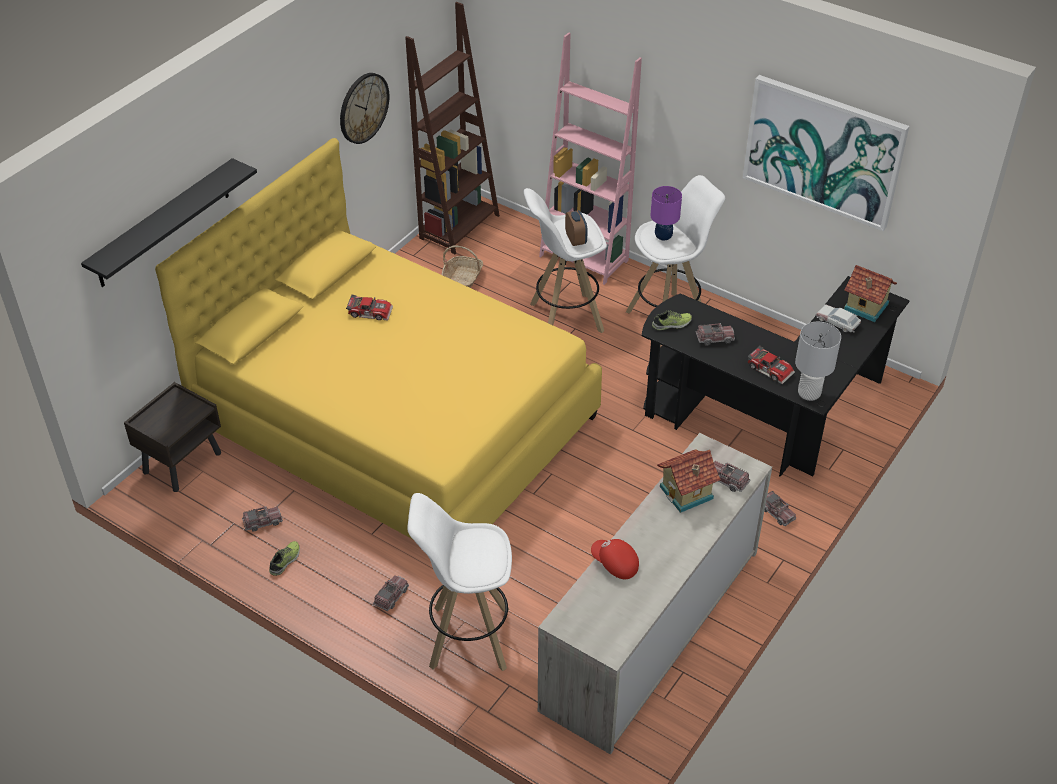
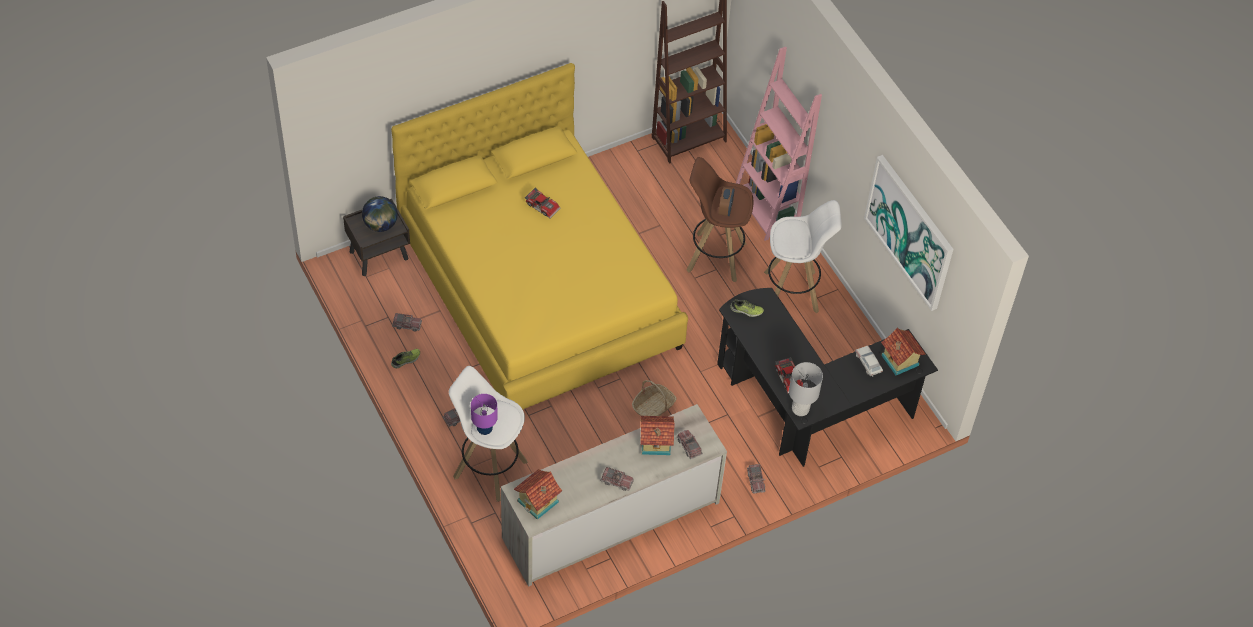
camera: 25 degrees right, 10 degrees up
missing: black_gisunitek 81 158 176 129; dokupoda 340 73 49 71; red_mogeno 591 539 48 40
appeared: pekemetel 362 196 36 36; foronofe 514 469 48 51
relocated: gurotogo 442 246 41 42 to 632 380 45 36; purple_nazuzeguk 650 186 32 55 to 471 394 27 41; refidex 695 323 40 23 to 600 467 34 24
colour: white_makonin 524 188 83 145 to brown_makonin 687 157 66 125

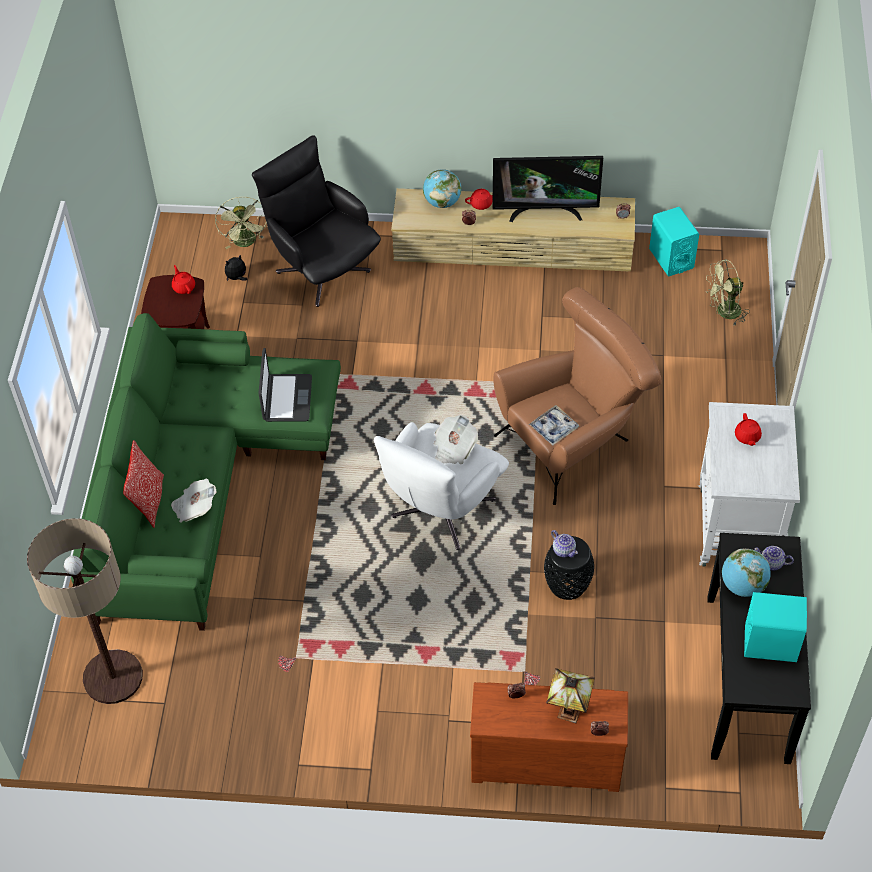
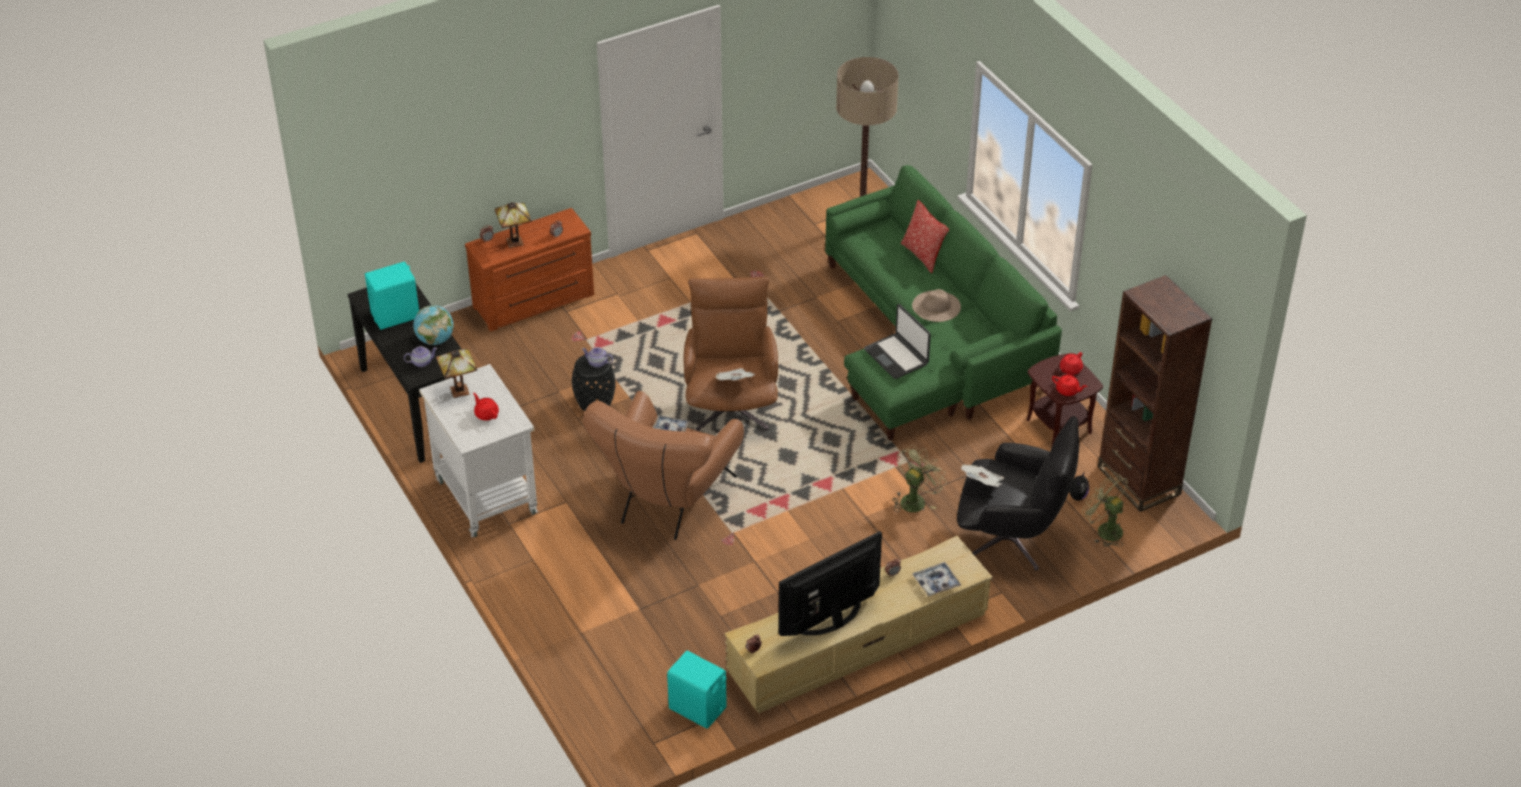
camera: 145 degrees right, 10 degrees down
appeared: nazuzeguk 436 349 41 49; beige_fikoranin 912 289 49 33; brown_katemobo 1098 275 114 237
relocated: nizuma 171 479 45 44 to 961 465 43 22; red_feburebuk 465 189 28 21 to 1060 352 23 23; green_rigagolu 706 259 44 66 to 892 445 55 67
exchanged: pekemetel 423 169 39 39 to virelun 913 562 49 35
colour: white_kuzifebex 374 422 135 128 to brown_kuzifebex 684 277 94 154

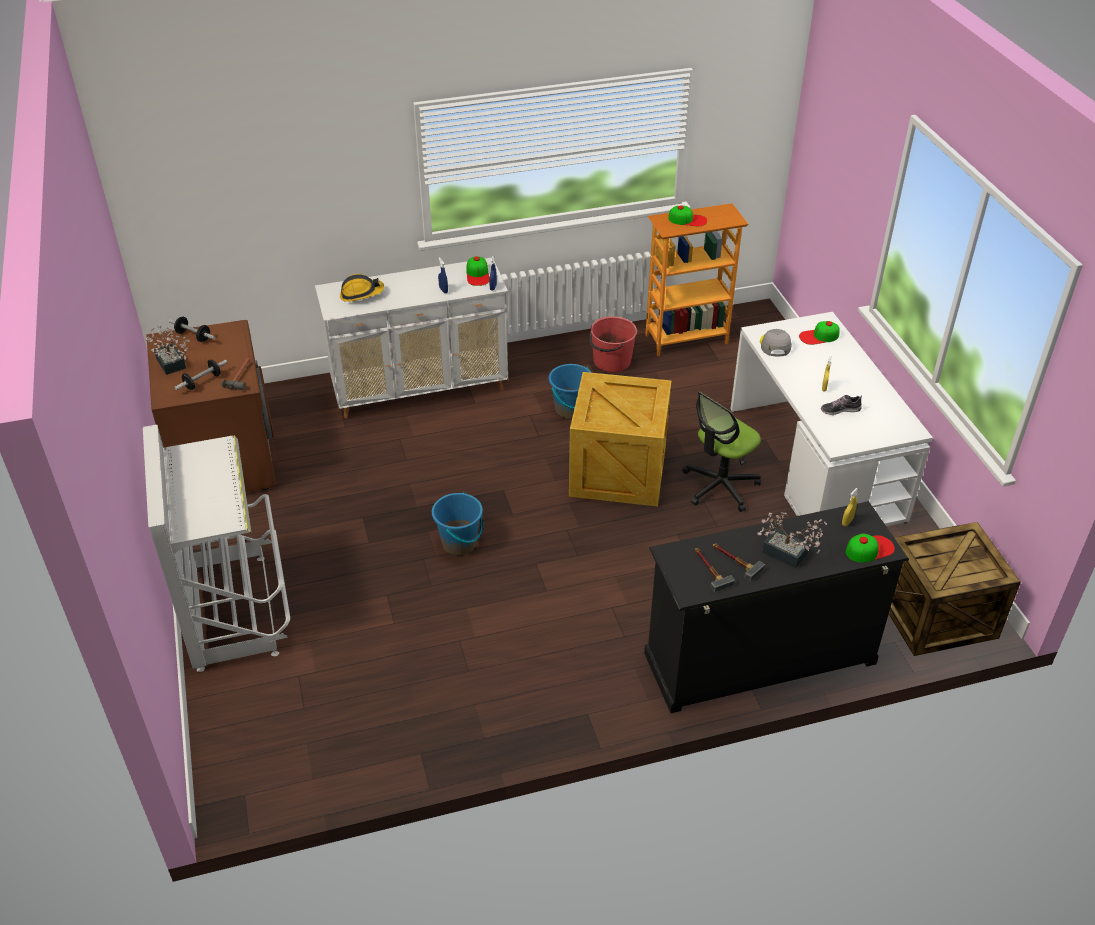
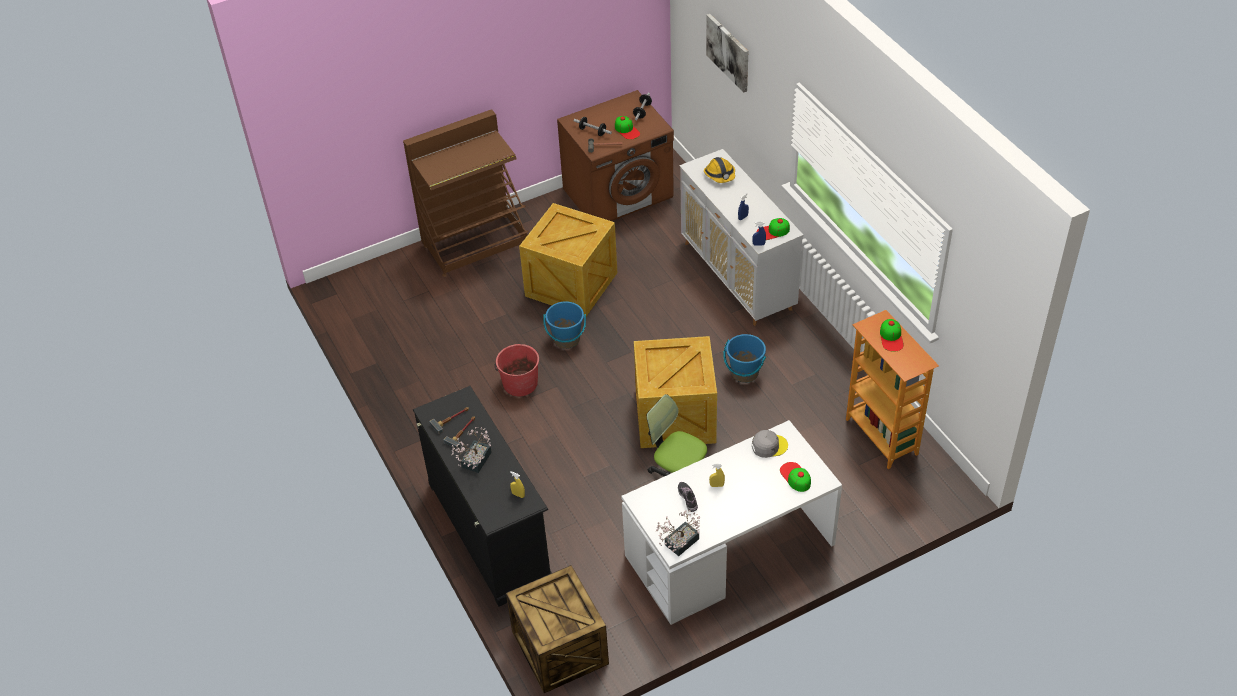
camera: 80 degrees right, 5 degrees up
appeared: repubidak 519 203 98 113; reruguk 706 14 42 79
relocated: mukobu 146 326 44 49 to 656 510 44 46; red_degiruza 589 316 48 56 to 494 344 45 52; mogeno 846 533 49 30 to 615 116 25 24
colour: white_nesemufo 143 425 147 247 to brown_nesemufo 403 110 125 167

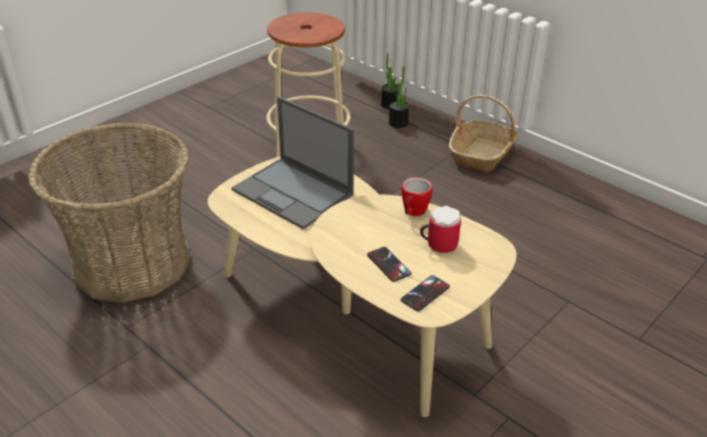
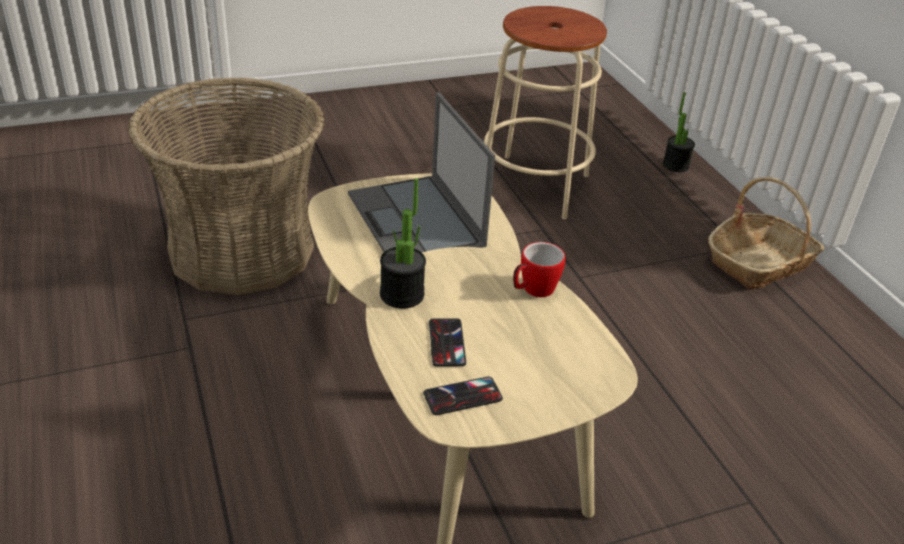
camera: 25 degrees right, 0 degrees up
missing: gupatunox 420 206 41 47
relocated: mukobu 388 66 21 62 to 380 178 46 131

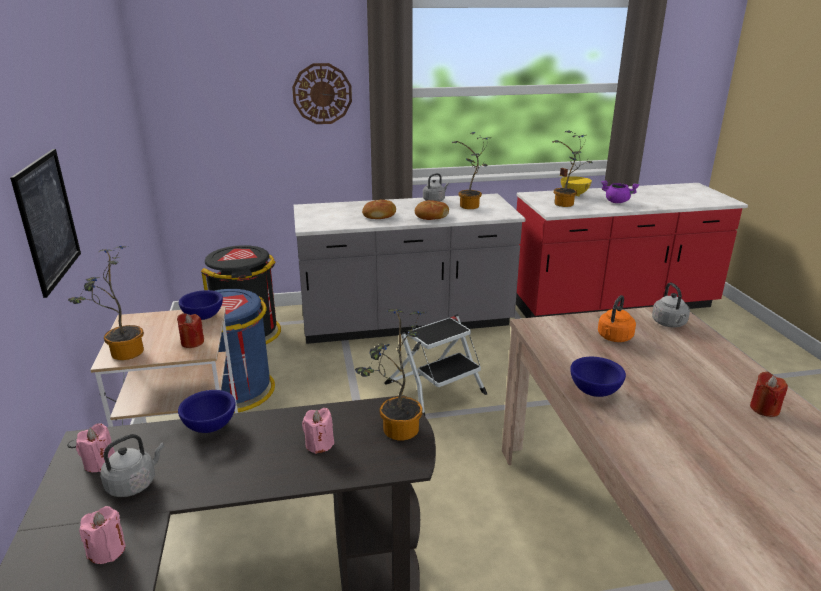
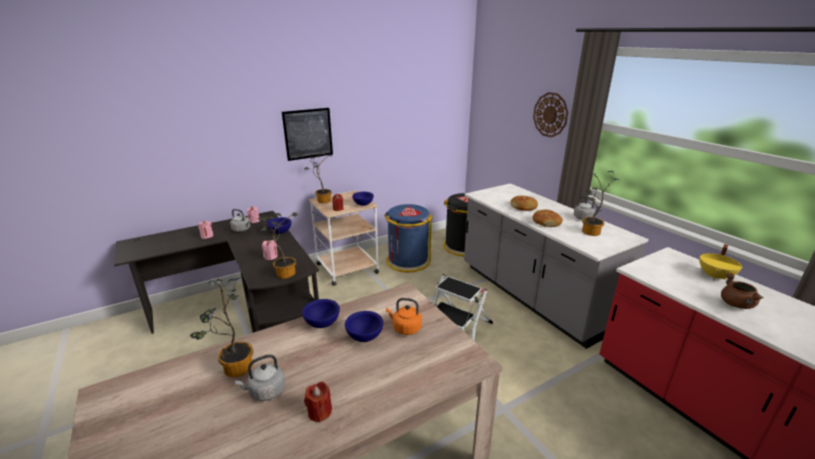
camera: 70 degrees right, 0 degrees up
appeared: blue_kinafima 345 311 38 31
relocated: mukobu 552 131 40 76 to 190 278 63 99; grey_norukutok 652 282 38 45 to 235 354 50 47
colour: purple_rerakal 601 180 38 23 to brown_rerakal 721 273 43 36

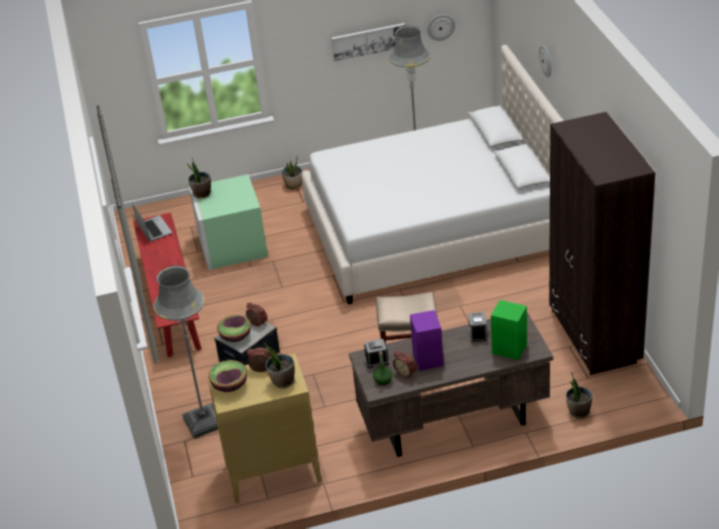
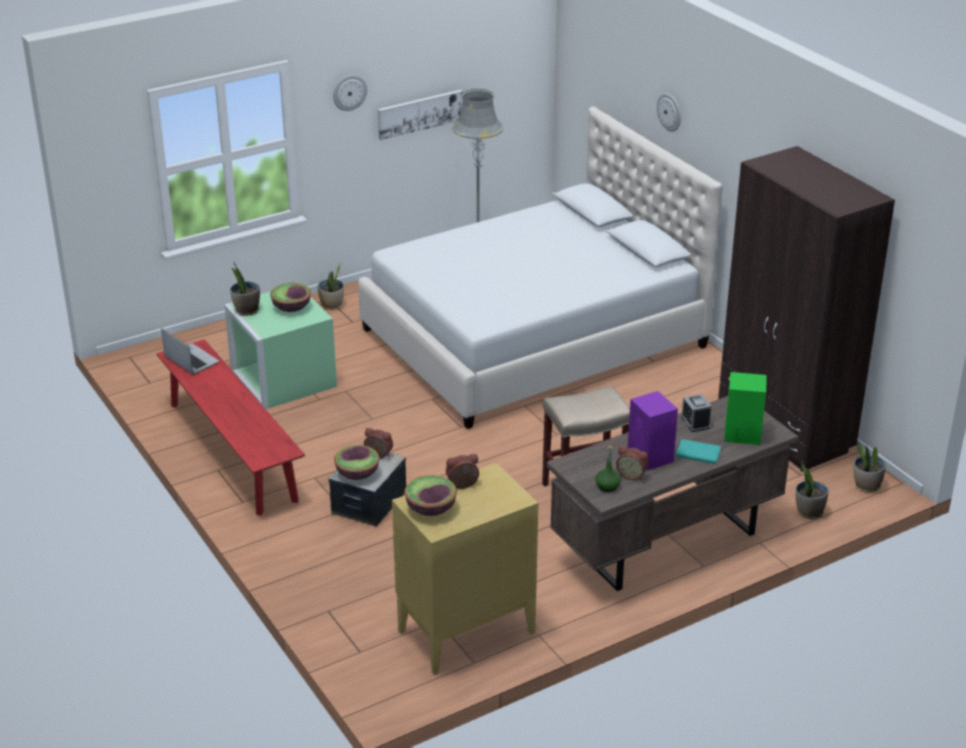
camera: 20 degrees left, 5 degrees down
missing: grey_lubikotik 153 266 65 173; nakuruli 364 339 26 29
appeared: kinafima 270 283 41 29; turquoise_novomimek 676 439 45 25
relocated: mukobu 264 343 31 45 to 853 441 33 52; dokupoda 427 14 28 27 to 333 75 34 36

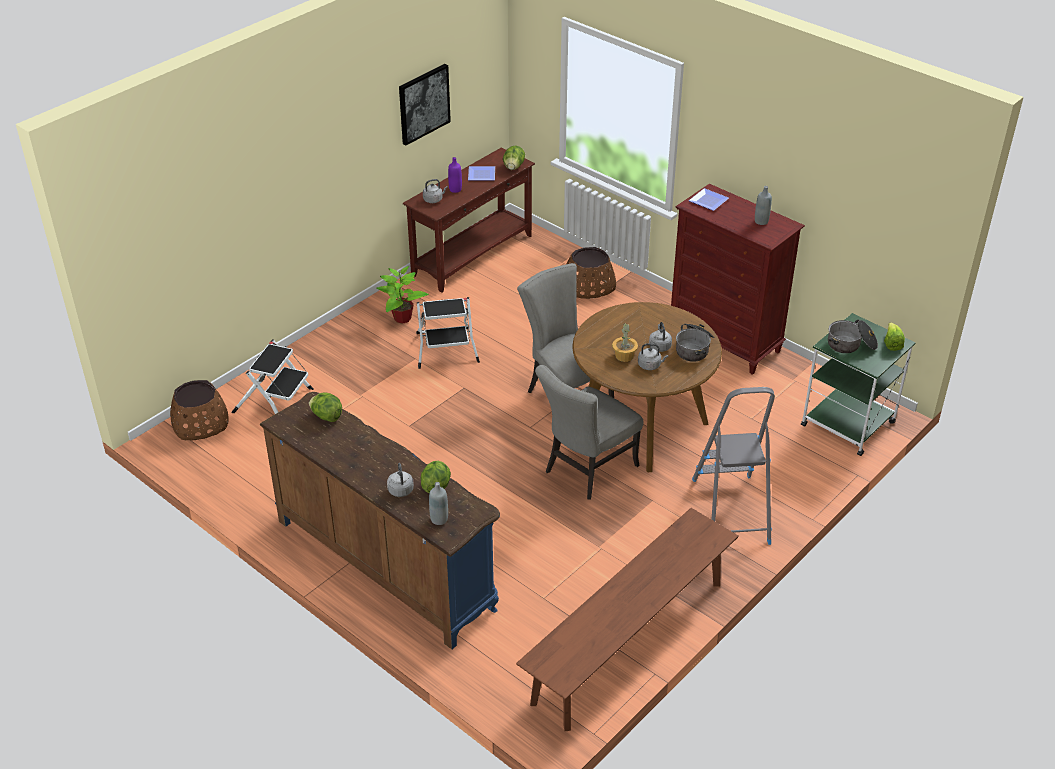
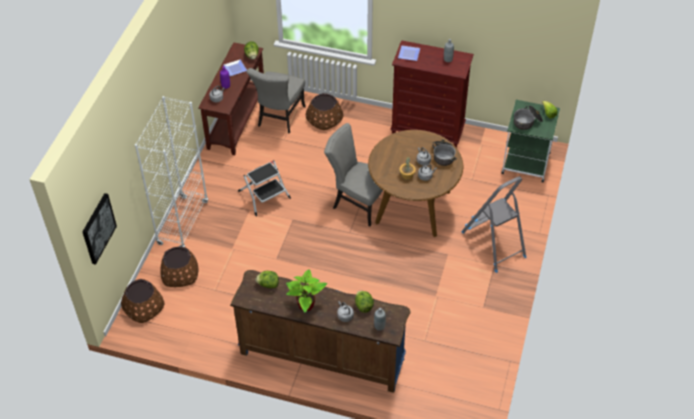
camera: 25 degrees left, 10 degrees up
missing: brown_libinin 516 508 223 223
appeared: white_katemobo 135 96 73 151
relocated: mukobu 376 266 53 58 to 286 269 41 44; reruguk 399 64 52 81 to 83 193 34 72; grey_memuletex 535 365 109 135 to 247 68 59 66
exchanged: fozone 231 339 83 75 to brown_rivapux 160 247 39 40

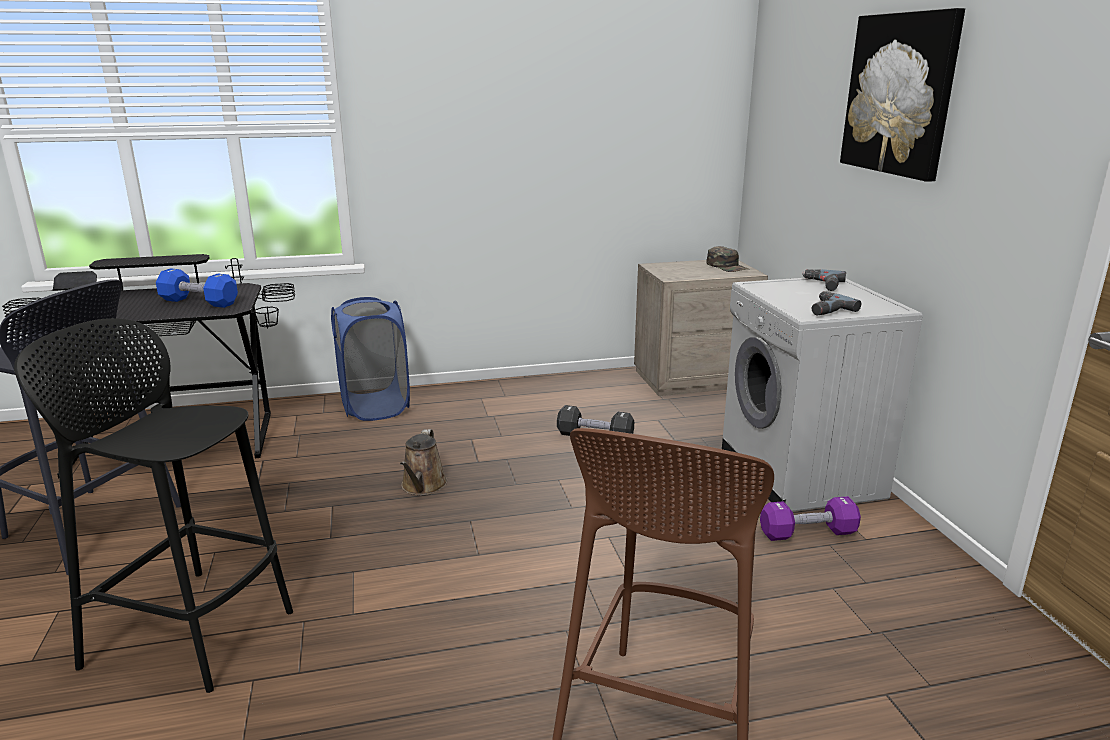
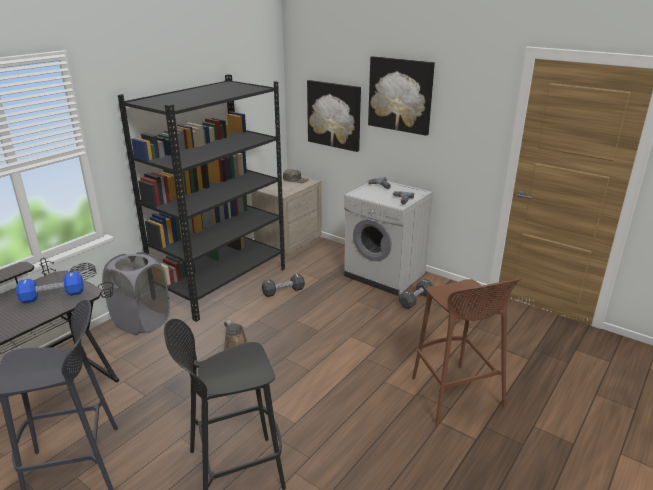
camera: 40 degrees left, 5 degrees up
appeared: black_katemobo 118 74 167 248; reruguk 307 80 54 72
colour: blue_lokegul 331 297 79 124 to grey_lokegul 102 252 68 83; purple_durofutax 760 496 101 45 to black_durofutax 399 279 34 30

